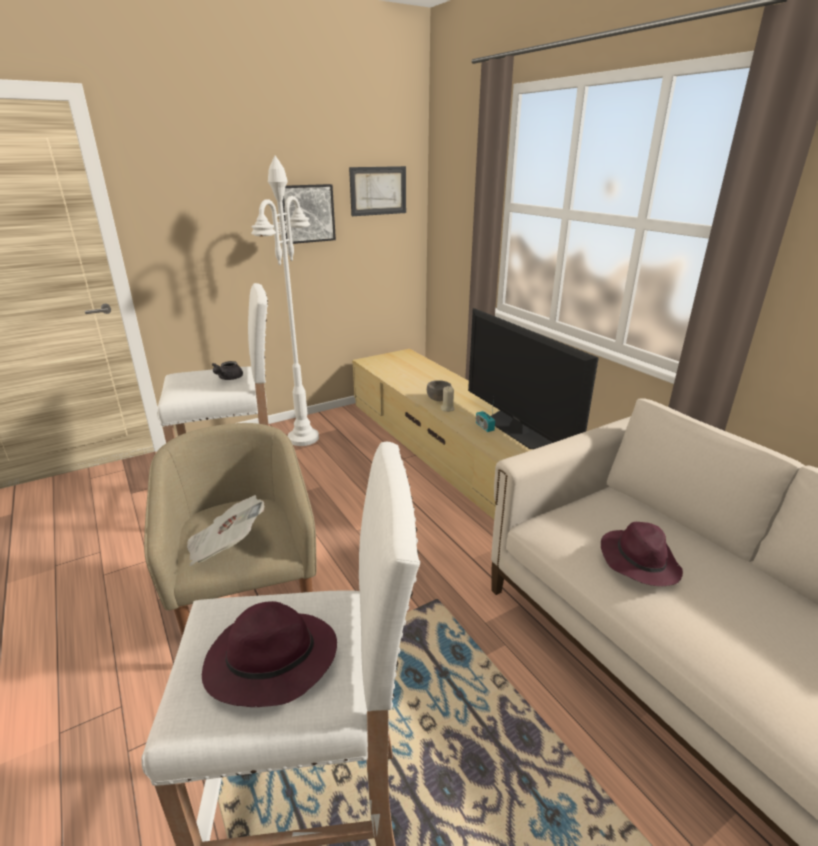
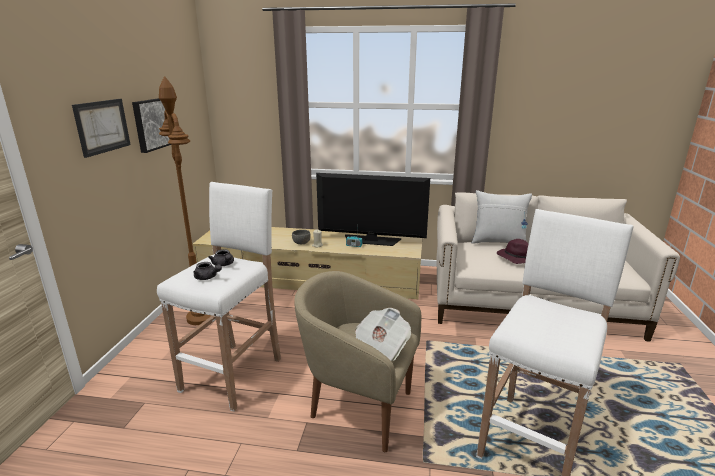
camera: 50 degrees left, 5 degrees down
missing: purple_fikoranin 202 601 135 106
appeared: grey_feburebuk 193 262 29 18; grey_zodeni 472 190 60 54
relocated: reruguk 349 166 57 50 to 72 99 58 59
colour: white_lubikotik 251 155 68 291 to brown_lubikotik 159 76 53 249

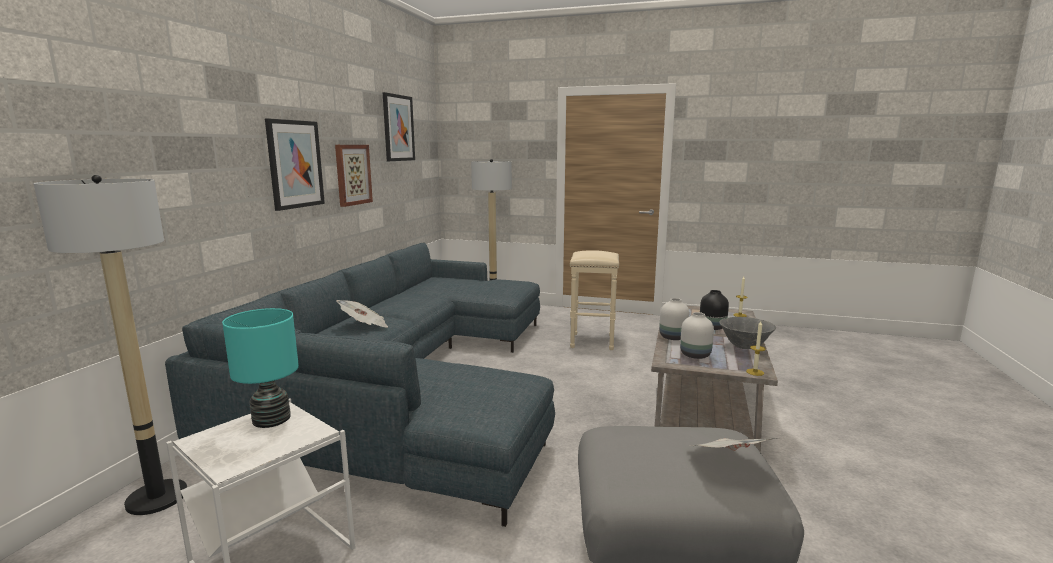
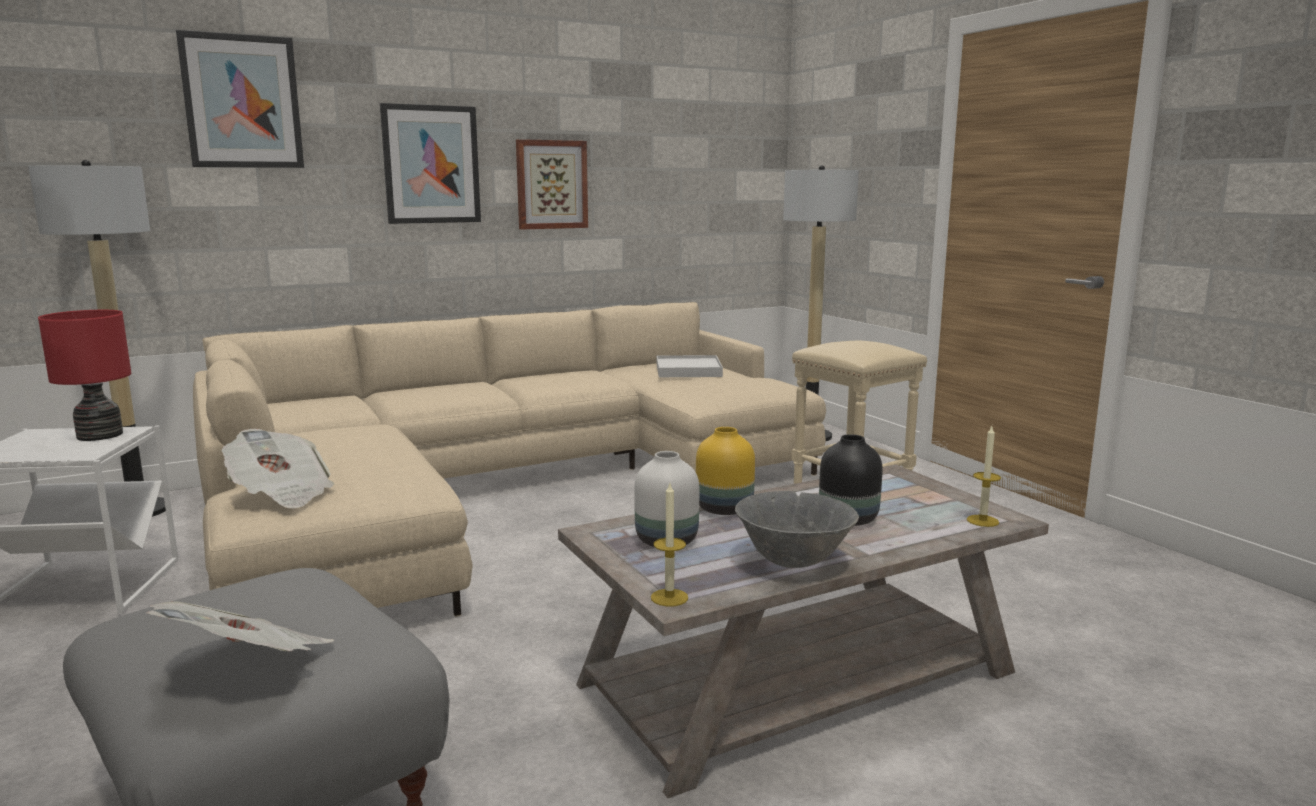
camera: 45 degrees right, 0 degrees up
appeared: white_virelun 657 355 66 22
relocated: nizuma 336 300 52 27 to 222 429 112 80; reruguk 383 92 32 69 to 176 30 128 138
colour: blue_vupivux 165 242 390 285 to beige_vupivux 193 302 633 315; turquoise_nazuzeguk 222 308 77 120 to red_nazuzeguk 38 310 93 131; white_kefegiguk 659 298 31 42 to yellow_kefegiguk 696 427 59 88

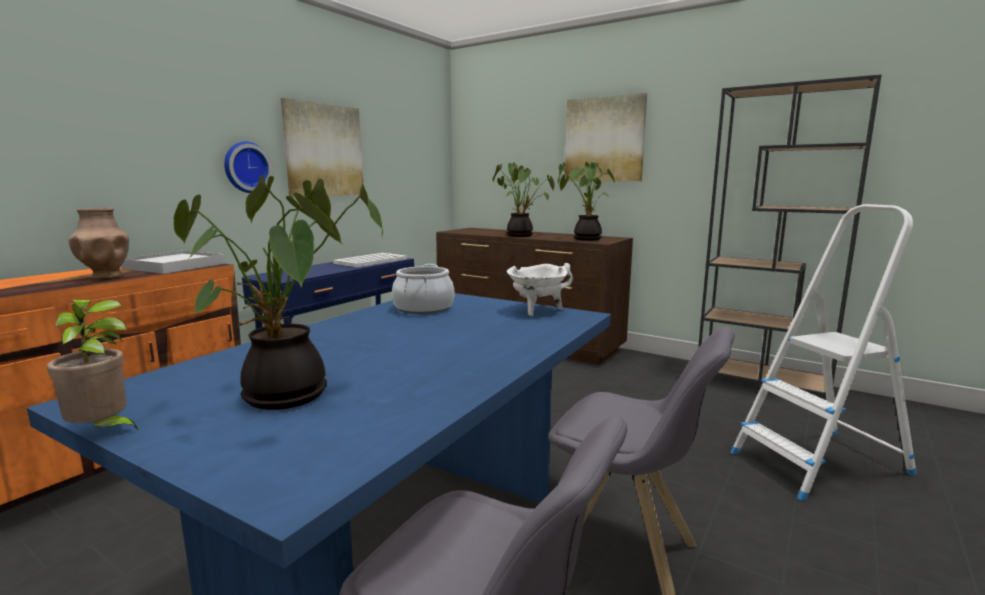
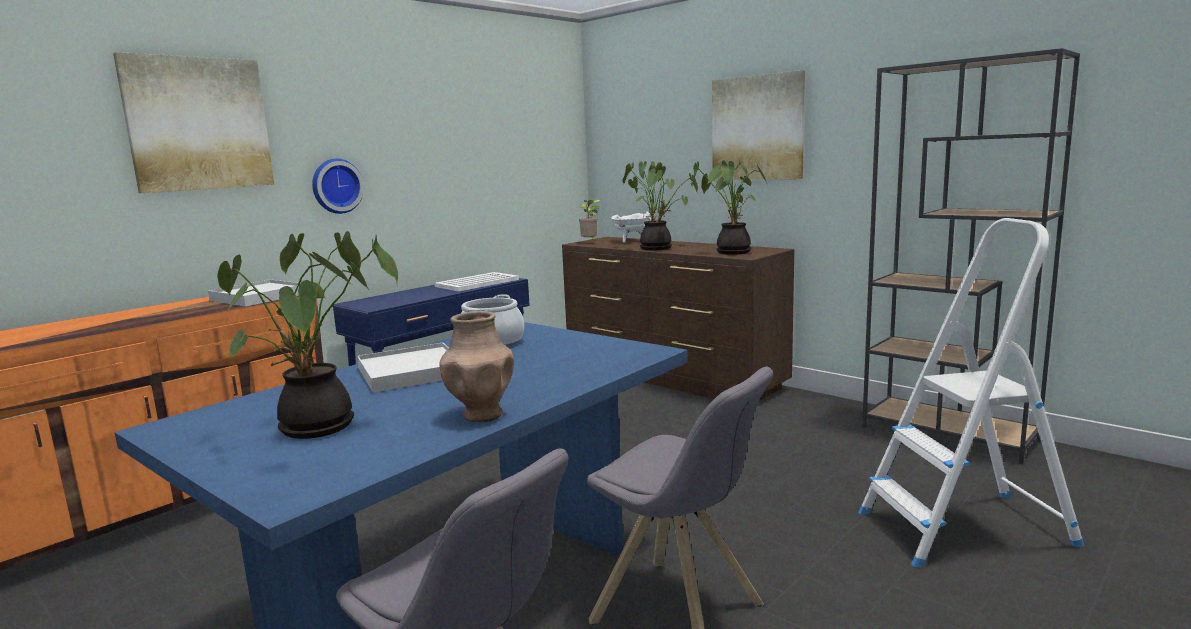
camera: 10 degrees right, 0 degrees up
appeared: white_virelun 357 343 92 50
relocated: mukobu 47 300 92 131 to 579 200 21 40; brown_kefegiguk 68 208 61 72 to 439 311 75 111; reruguk 281 98 82 99 to 113 52 161 141; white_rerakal 507 263 66 53 to 611 212 40 31

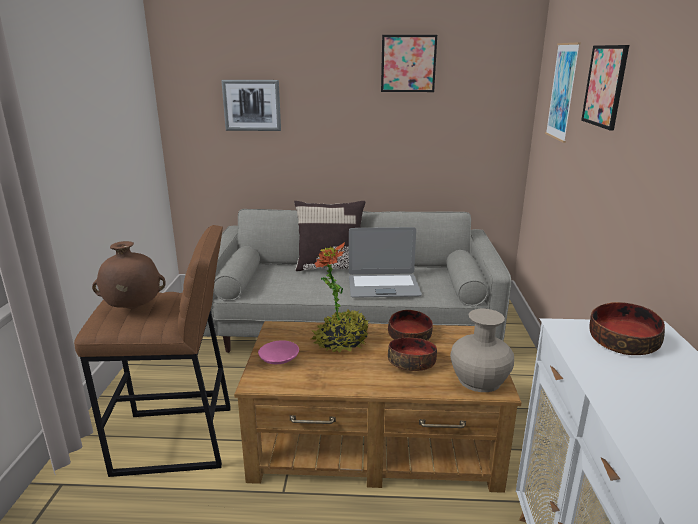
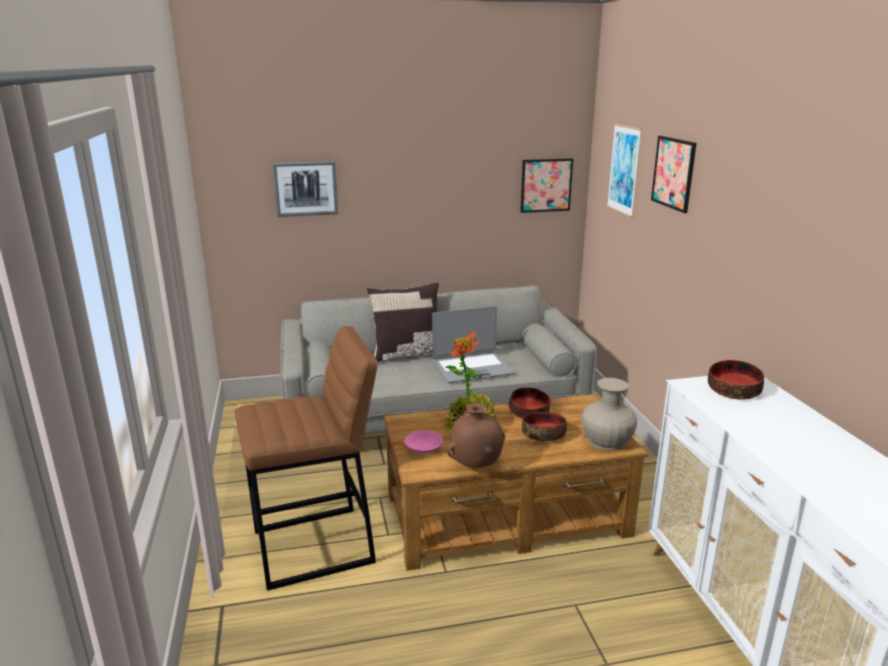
camera: 15 degrees left, 0 degrees up
relocated: brown_kefegiguk 92 241 74 68 to 447 403 58 65; reruguk 381 35 56 57 to 520 158 53 55

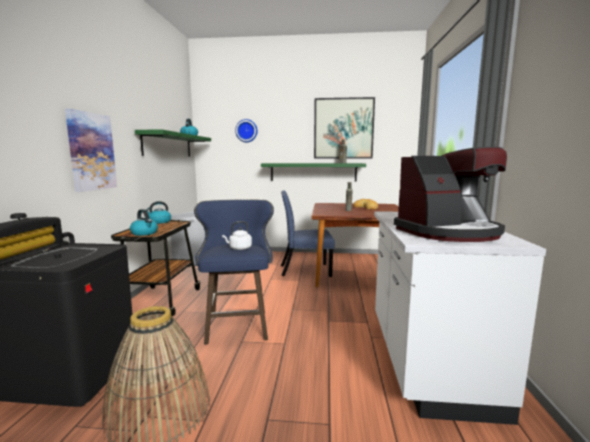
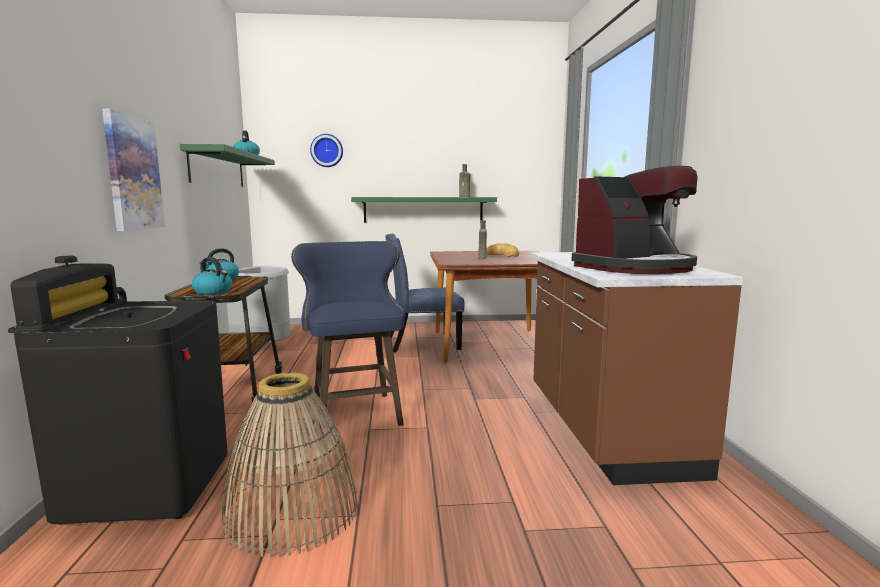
camera: 10 degrees left, 0 degrees up
missing: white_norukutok 222 221 30 29; reruguk 314 97 61 61
colour: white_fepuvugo 374 211 172 214 to brown_fepuvugo 531 252 213 233

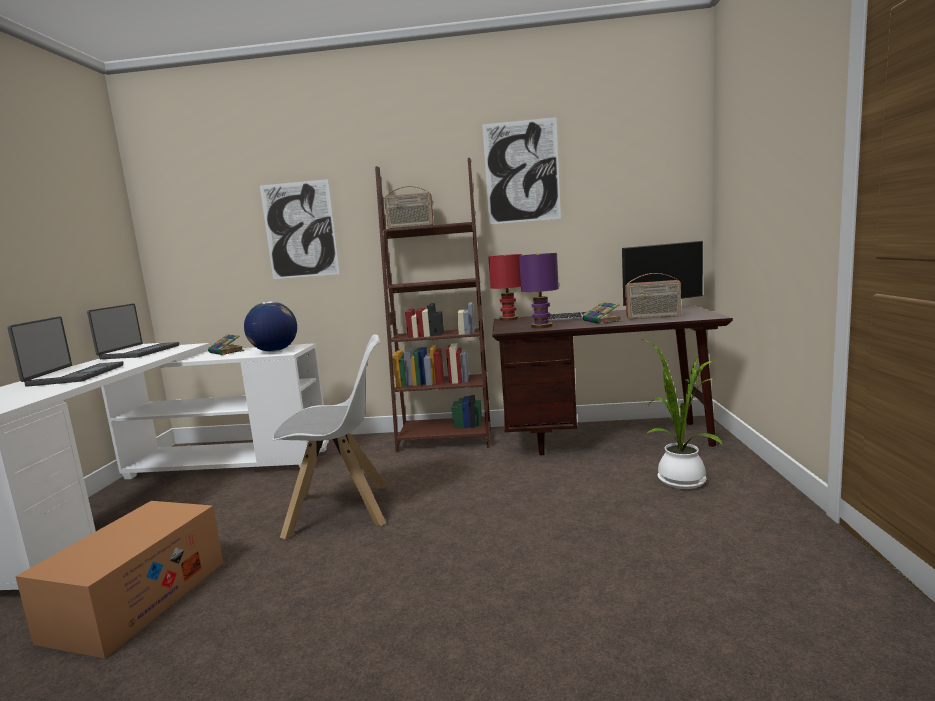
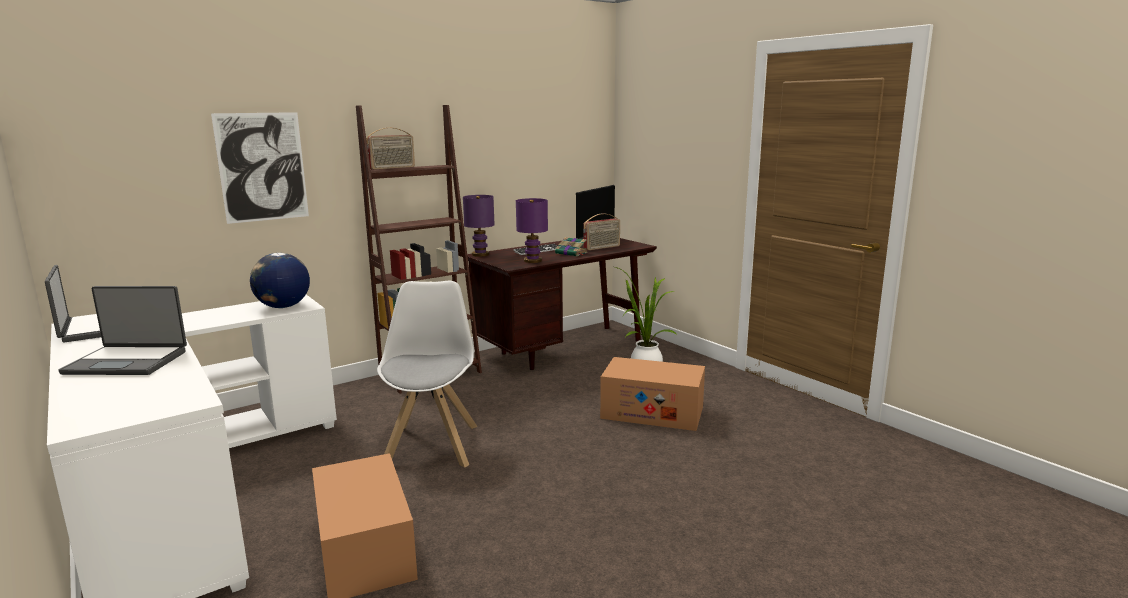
camera: 40 degrees left, 5 degrees up
missing: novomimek 208 334 36 21; reruguk 482 117 79 108
appeared: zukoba 600 357 105 74
colour: red_nazuzeguk 488 254 34 67 to purple_nazuzeguk 463 195 32 62
spun: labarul 7 316 117 71 = 58 286 129 89 135 degrees clockwise; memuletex 272 334 116 205 = 377 280 100 187 45 degrees counterclockwise

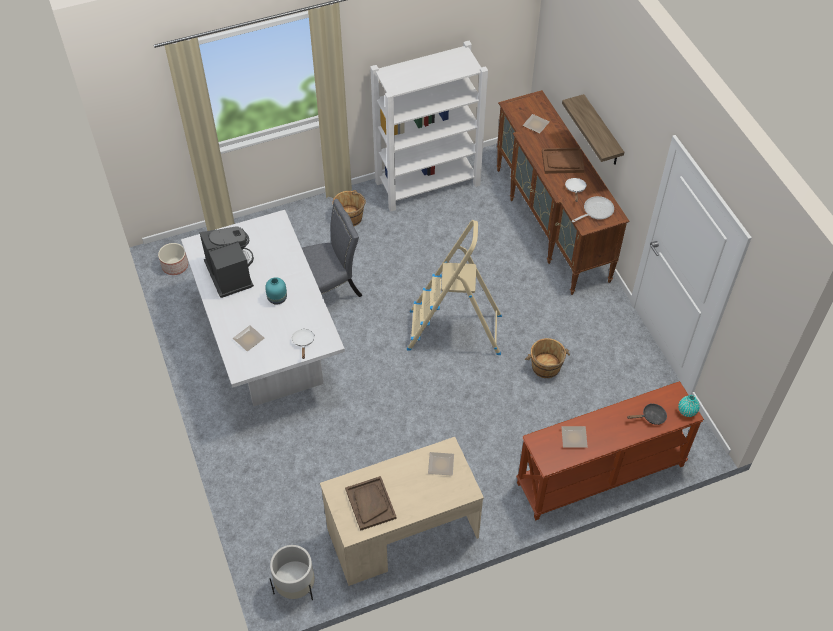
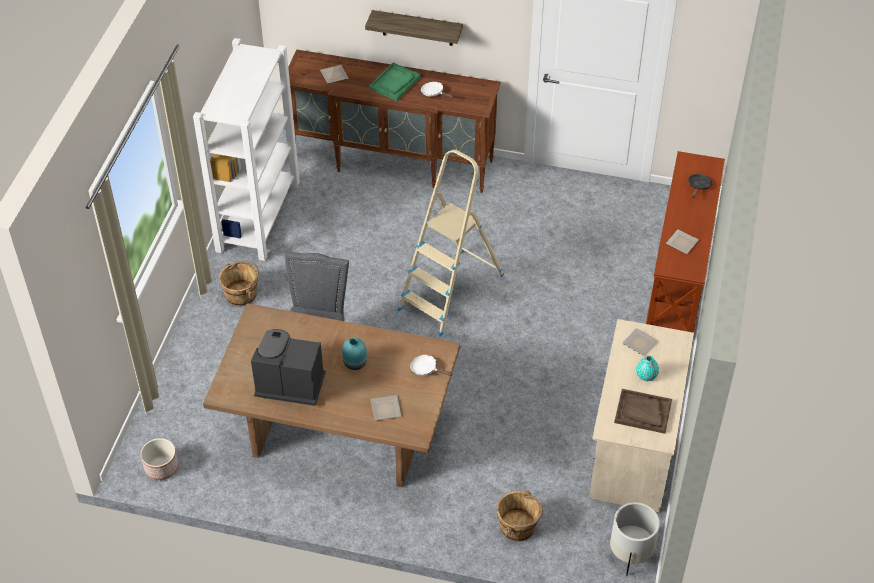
camera: 55 degrees left, 5 degrees down
missing: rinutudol 572 196 42 26
relocated: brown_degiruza 525 338 45 40 to 497 490 46 51; turquoise_kefegiguk 678 395 22 22 to 636 355 23 26
colour: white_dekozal 181 210 164 196 to brown_dekozal 203 303 257 184; brown_virelun 542 147 43 27 to green_virelun 369 63 52 38

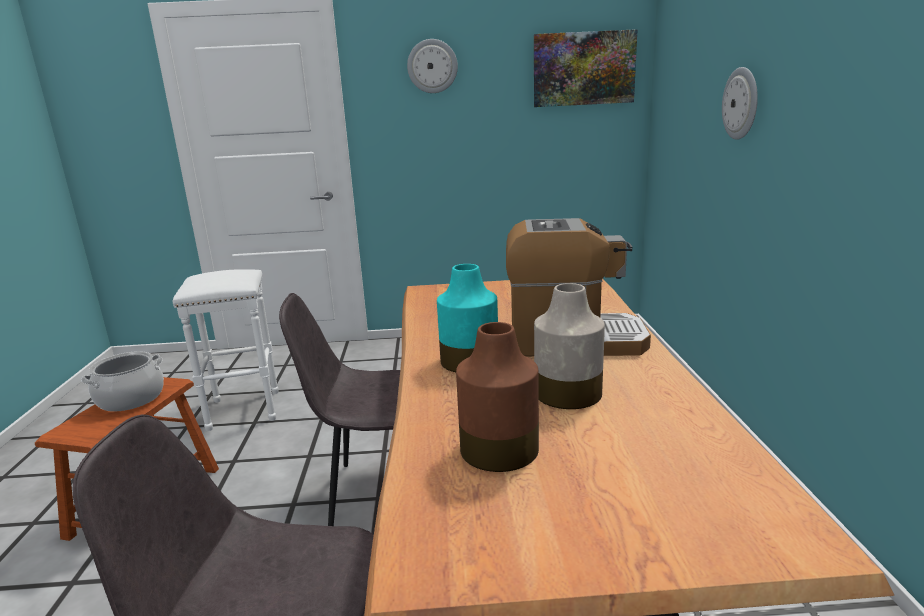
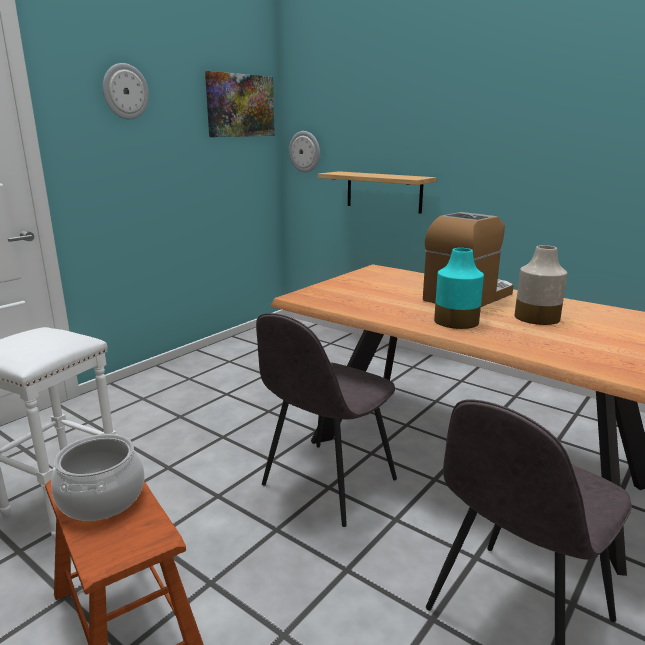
camera: 50 degrees left, 0 degrees up
missing: brown_kefegiguk 456 322 83 150
appeared: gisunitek 318 171 118 43
relocated: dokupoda 722 67 36 73 to 289 131 31 42

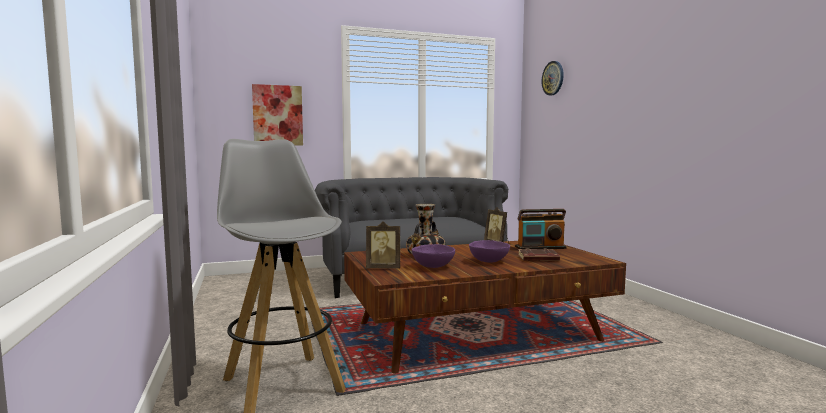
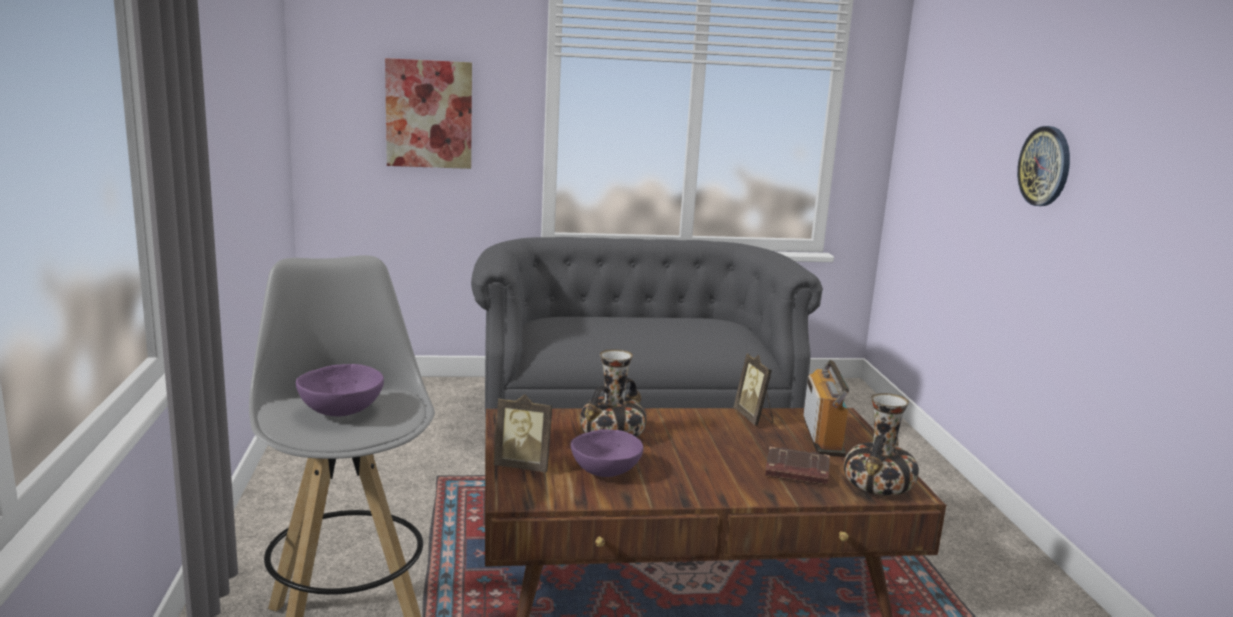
camera: 10 degrees right, 10 degrees up
appeared: kefegiguk 844 393 75 103
relocated: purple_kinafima 469 240 41 23 to 296 364 88 52; dokupoda 542 61 22 35 to 1017 126 53 80
spun: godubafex 515 209 52 40 = 803 360 46 97 90 degrees counterclockwise

